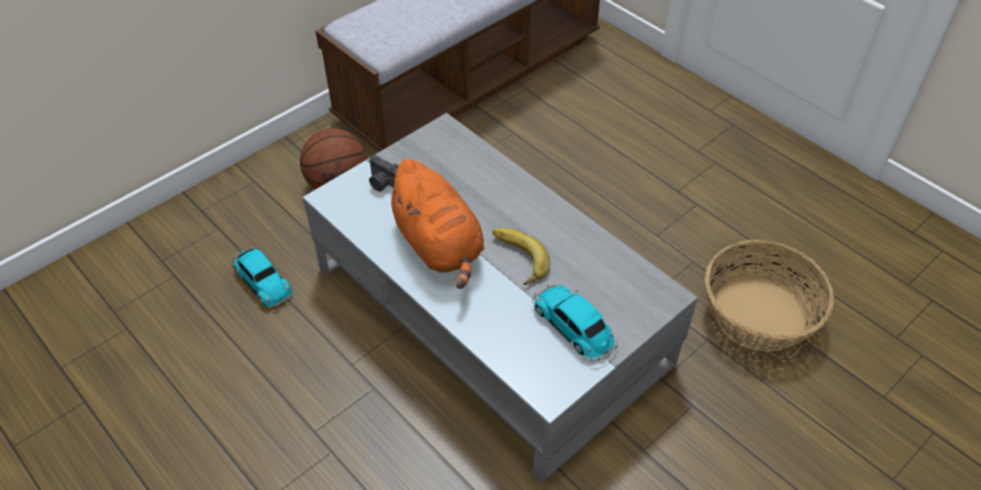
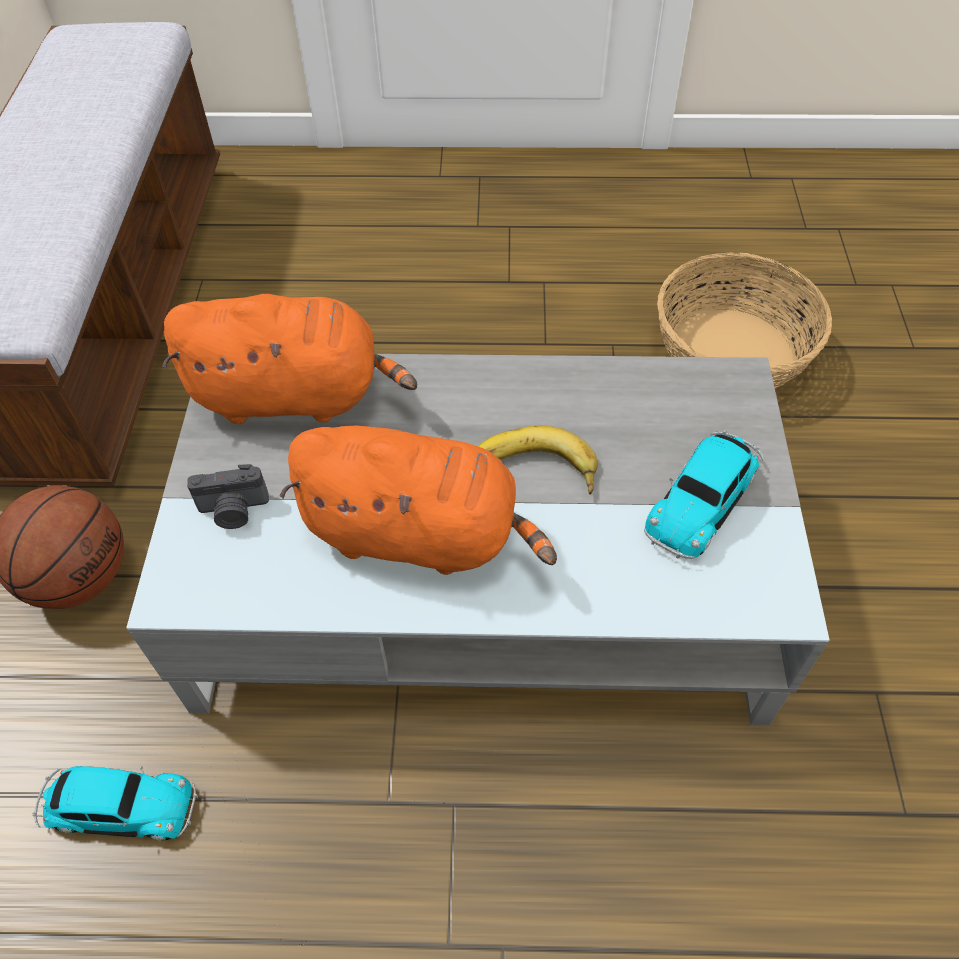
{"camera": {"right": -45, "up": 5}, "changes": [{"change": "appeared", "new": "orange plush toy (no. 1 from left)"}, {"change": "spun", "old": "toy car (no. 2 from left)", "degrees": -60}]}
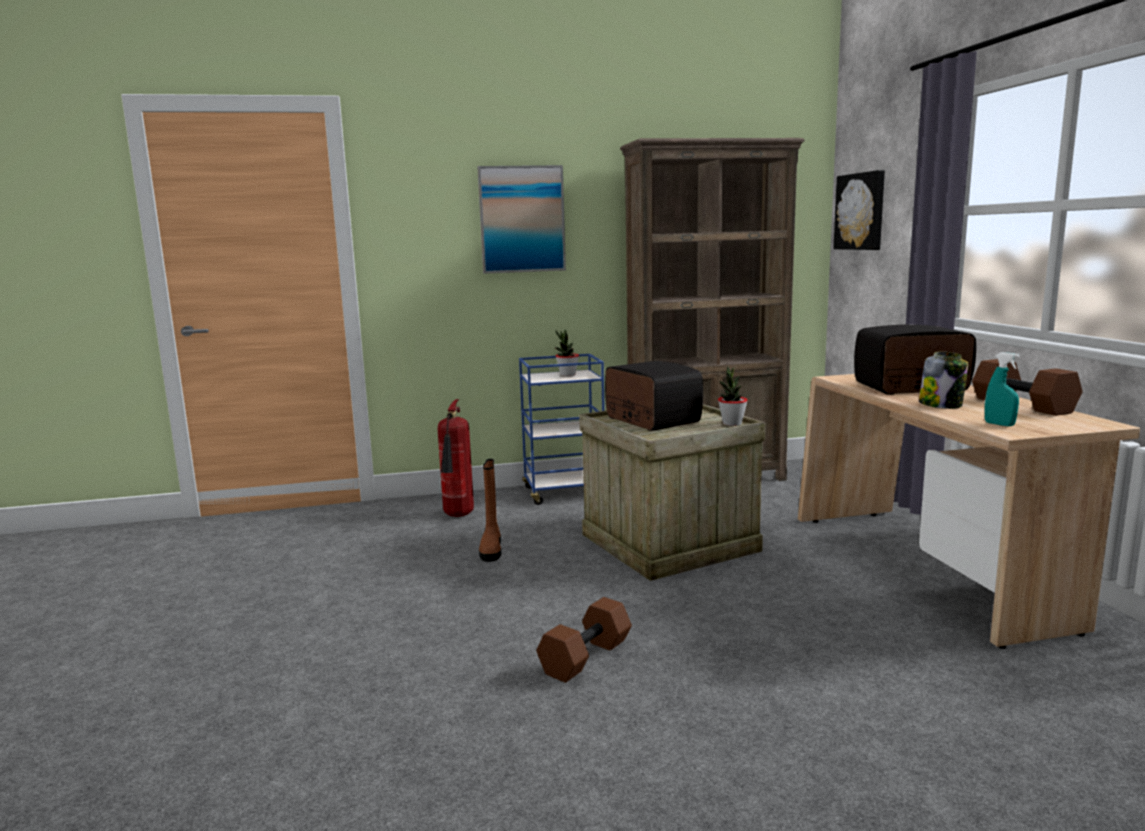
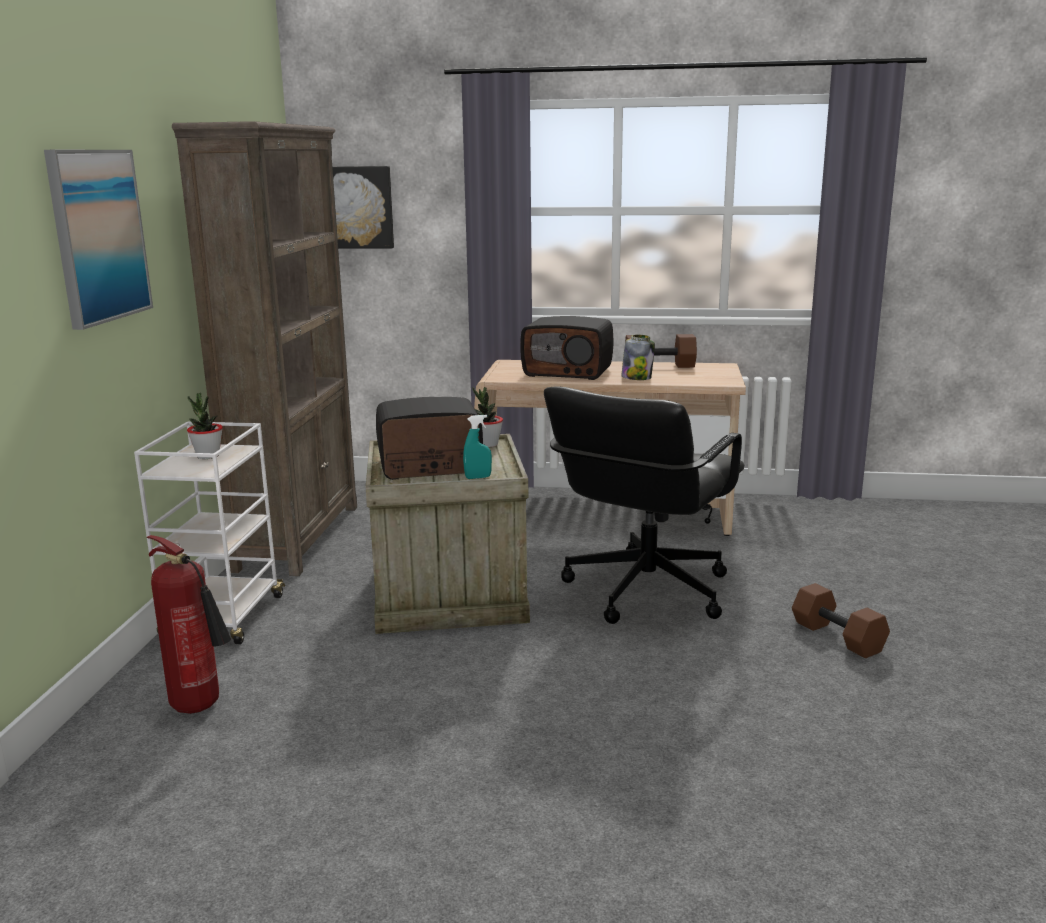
{"camera": {"right": -70, "up": 5}, "changes": [{"change": "colour", "old": "blue cart", "new": "white cart"}, {"change": "relocated", "old": "turquoise spray bottle"}, {"change": "spun", "old": "radio (no. 2 from left)", "degrees": -90}, {"change": "appeared", "new": "black office chair"}, {"change": "relocated", "old": "brown dumbbell (no. 1 from left in the first image)", "new": "brown dumbbell (no. 2 from left)"}, {"change": "missing", "old": "brown boot"}]}
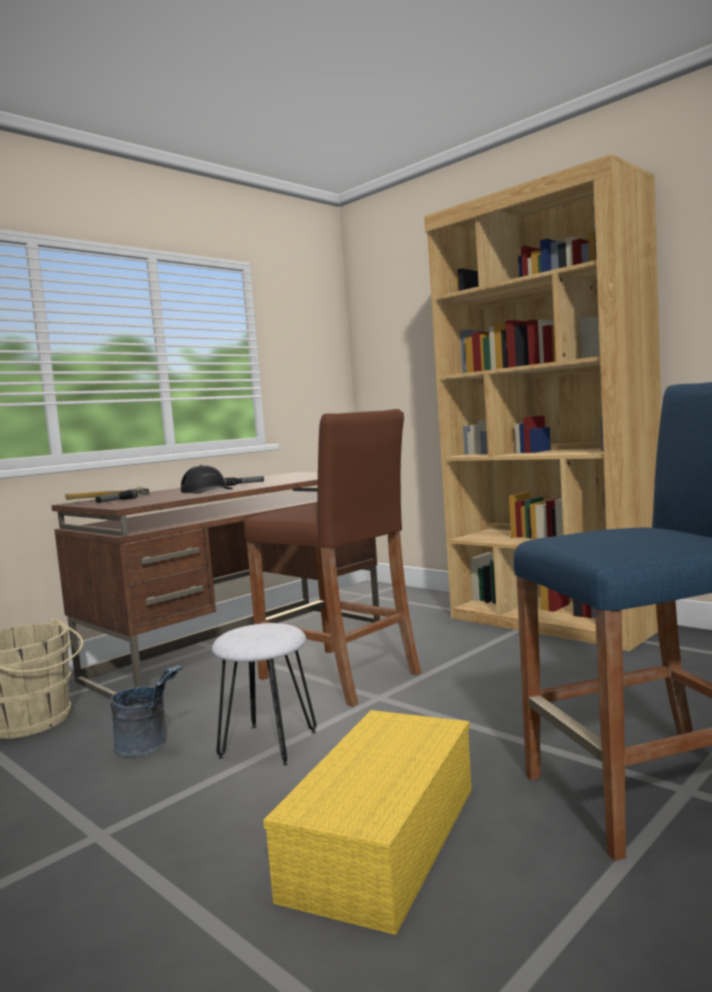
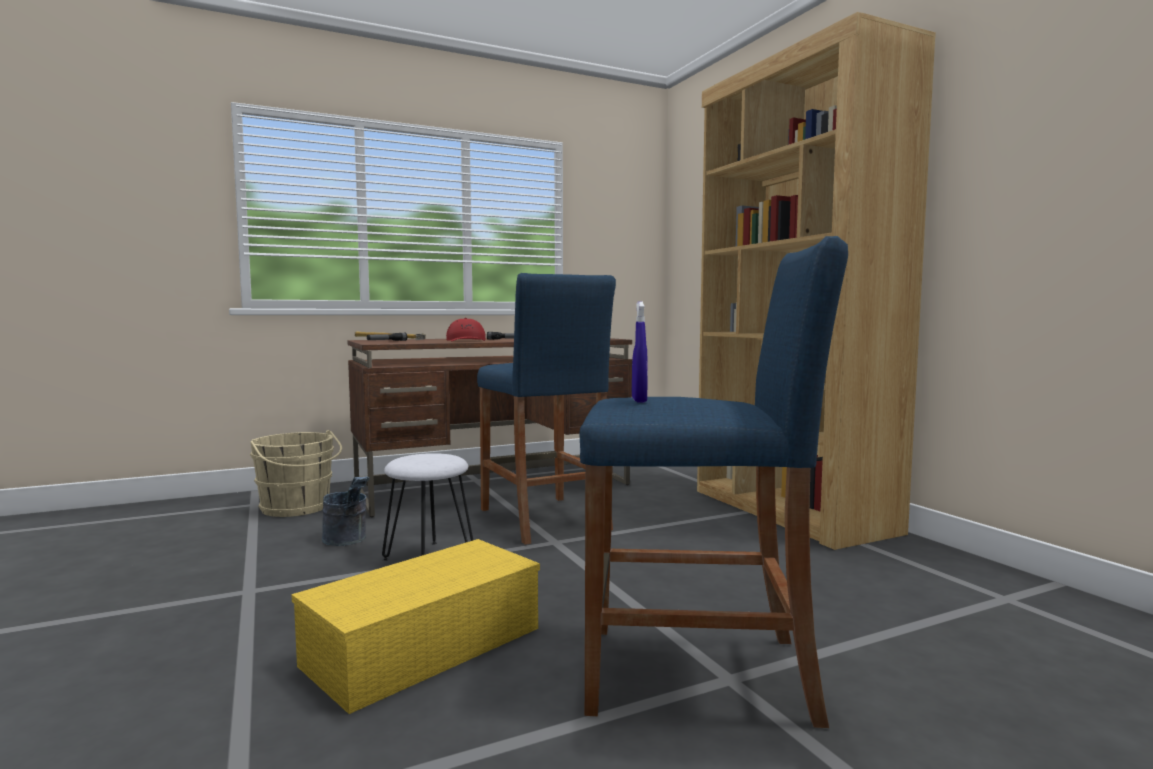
{"camera": {"right": 20, "up": 0}, "changes": [{"change": "colour", "old": "black cap", "new": "red cap"}, {"change": "colour", "old": "brown stool", "new": "blue stool (no. 1 from left)"}, {"change": "appeared", "new": "blue spray bottle"}]}
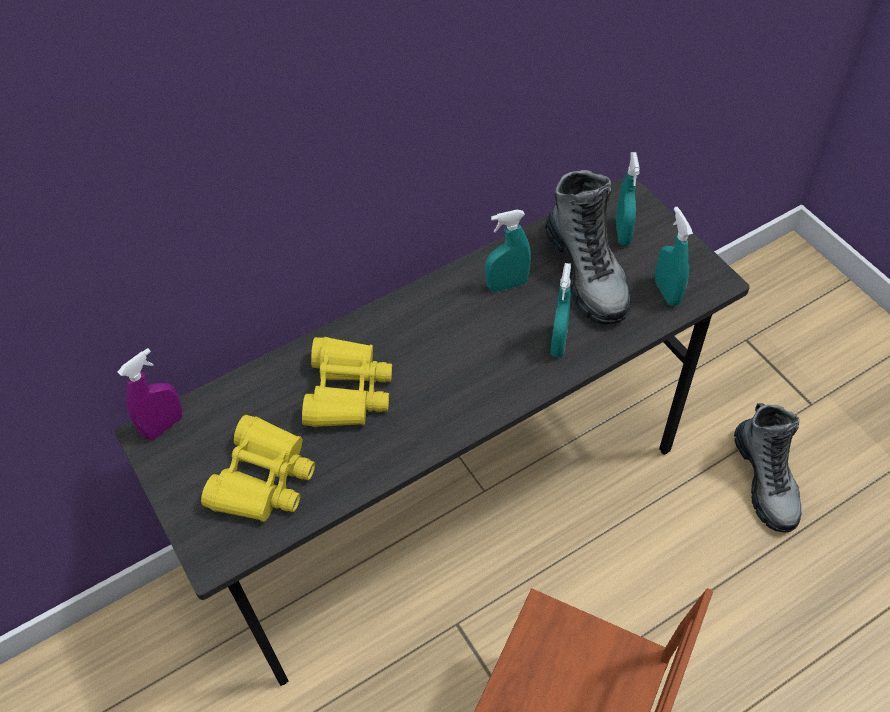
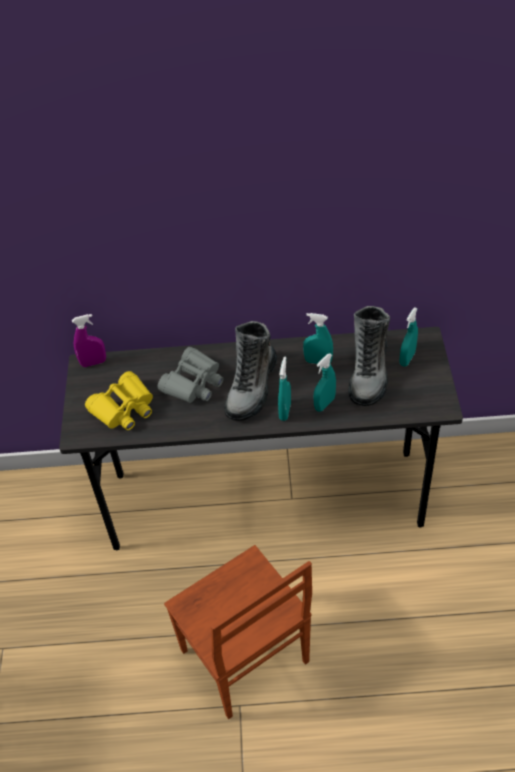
{"camera": {"right": 30, "up": -5}, "changes": [{"change": "colour", "old": "yellow binoculars (no. 2 from left)", "new": "grey binoculars"}, {"change": "relocated", "old": "boot (no. 2 from left in the first image)", "new": "boot (no. 1 from left)"}, {"change": "relocated", "old": "turquoise spray bottle (no. 4 from left in the first image)", "new": "turquoise spray bottle (no. 1 from left)"}]}
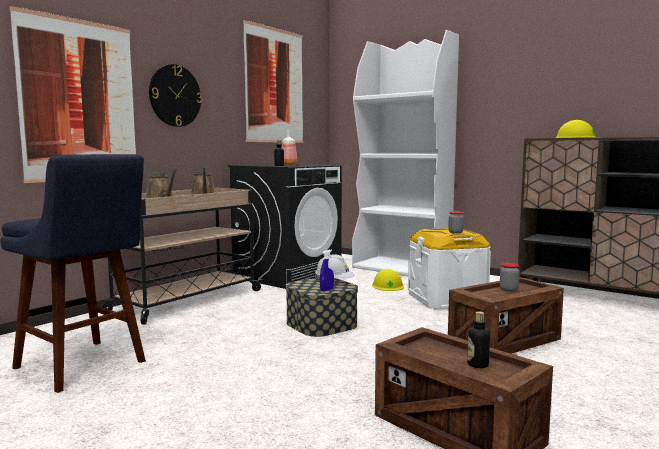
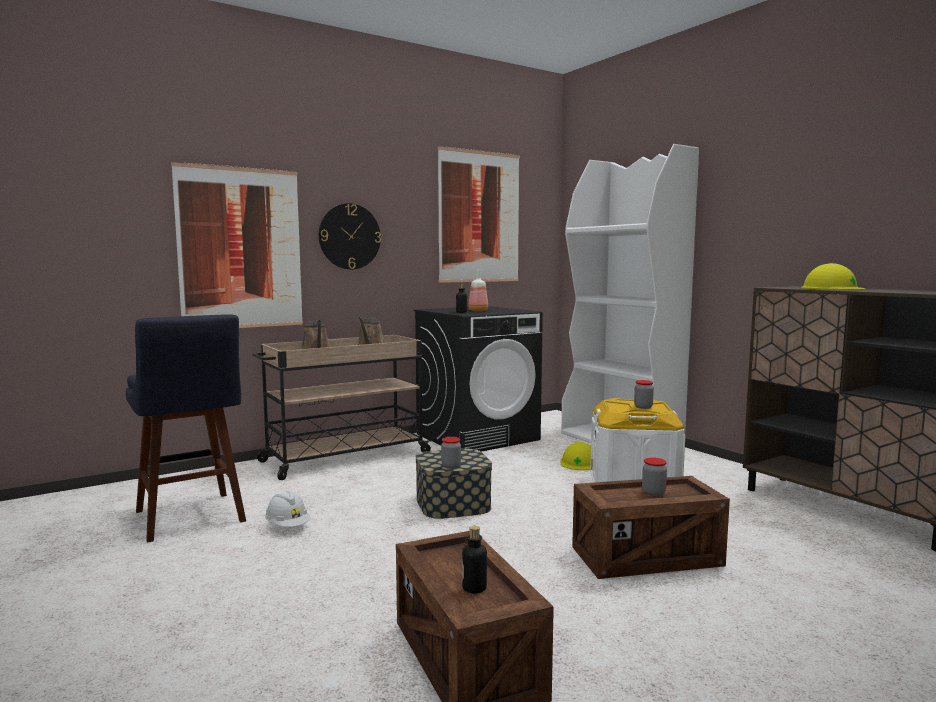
{"camera": {"right": 20, "up": 0}, "changes": [{"change": "relocated", "old": "white hard hat"}, {"change": "exchanged", "old": "blue spray bottle", "new": "jar (no. 1 from left)"}]}
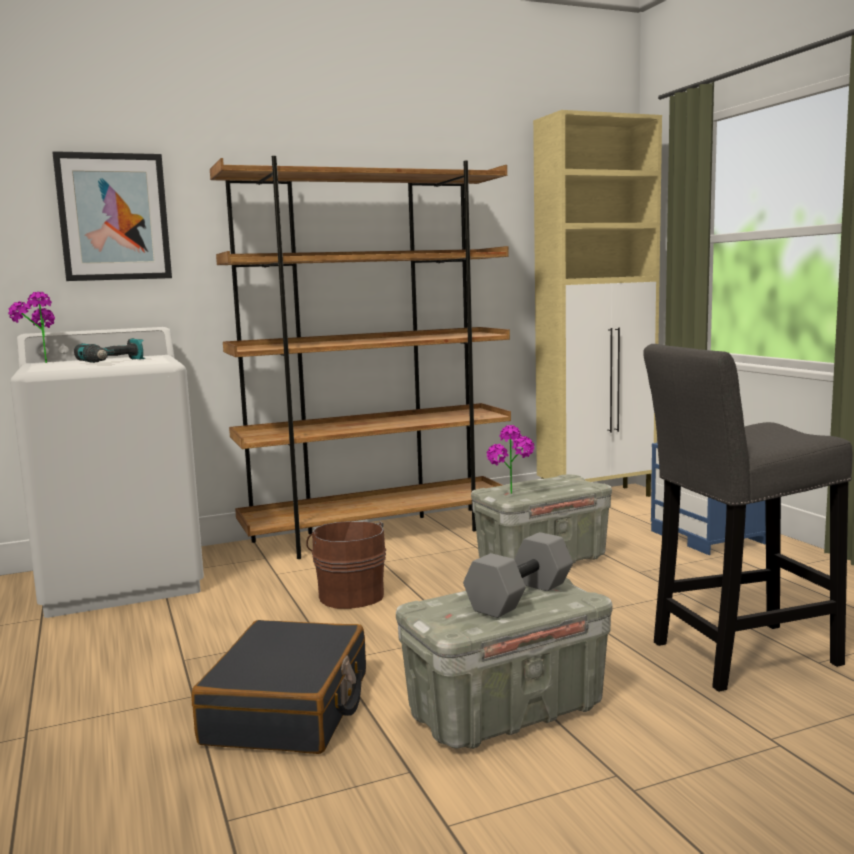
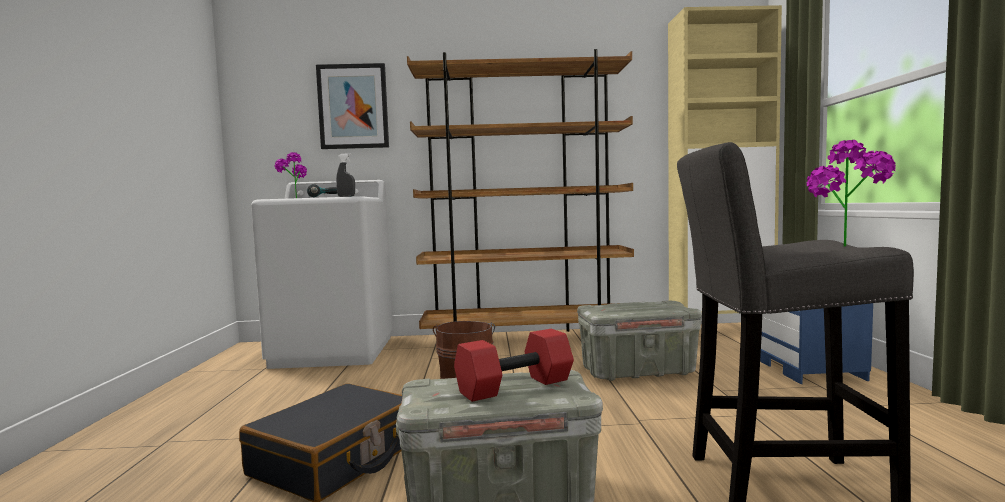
{"camera": {"right": 20, "up": -5}, "changes": [{"change": "appeared", "new": "grey spray bottle"}, {"change": "colour", "old": "grey dumbbell", "new": "red dumbbell"}, {"change": "relocated", "old": "potted plant (no. 2 from left)"}]}
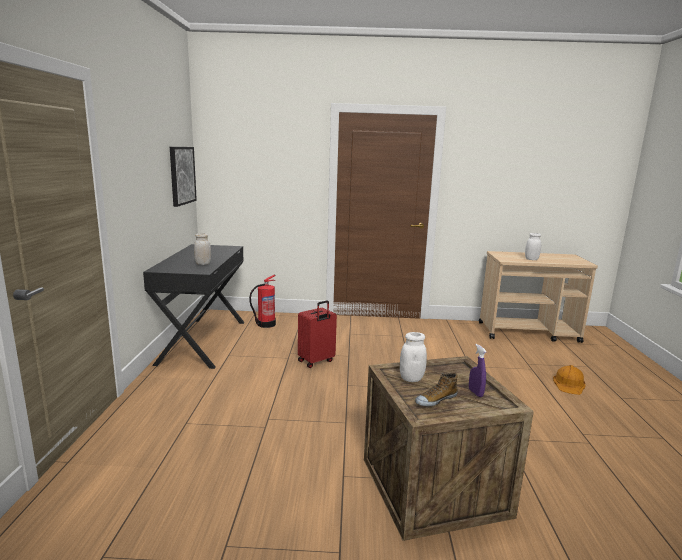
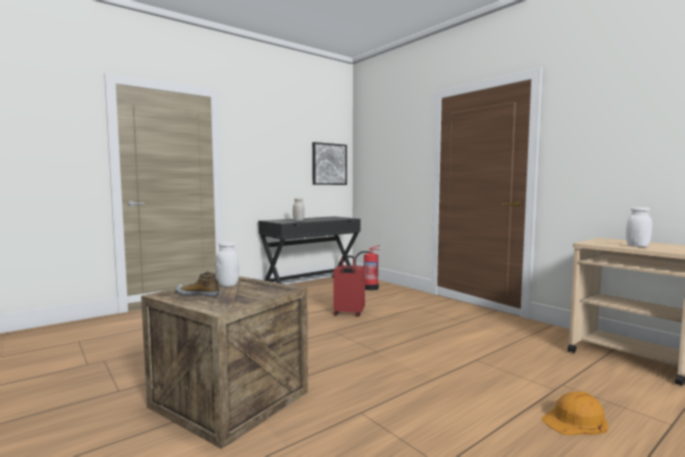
{"camera": {"right": 50, "up": -10}, "changes": [{"change": "missing", "old": "purple spray bottle"}]}
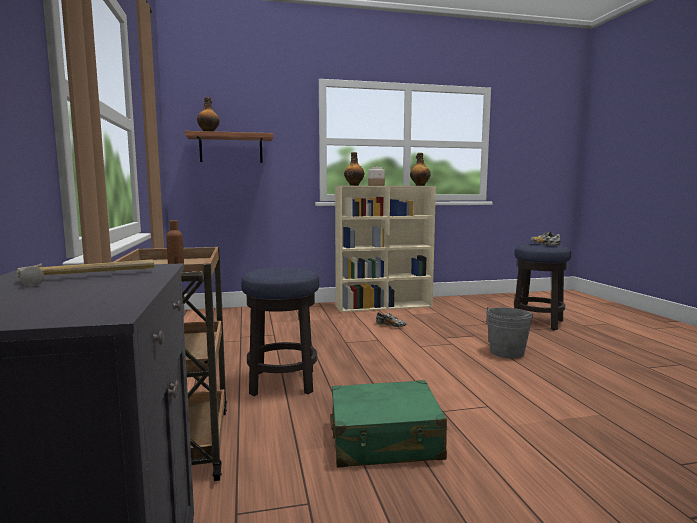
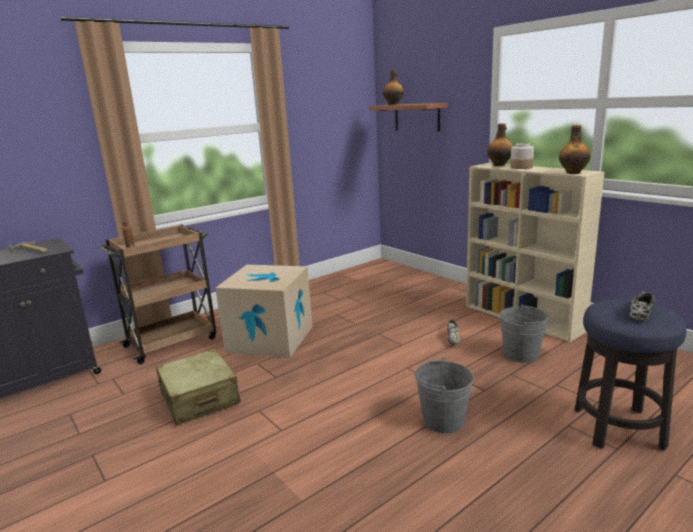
{"camera": {"right": 65, "up": 10}, "changes": [{"change": "colour", "old": "green suitcase", "new": "beige suitcase"}, {"change": "exchanged", "old": "stool (no. 1 from left)", "new": "cardboard box"}, {"change": "appeared", "new": "grey bucket (no. 2 from left)"}]}
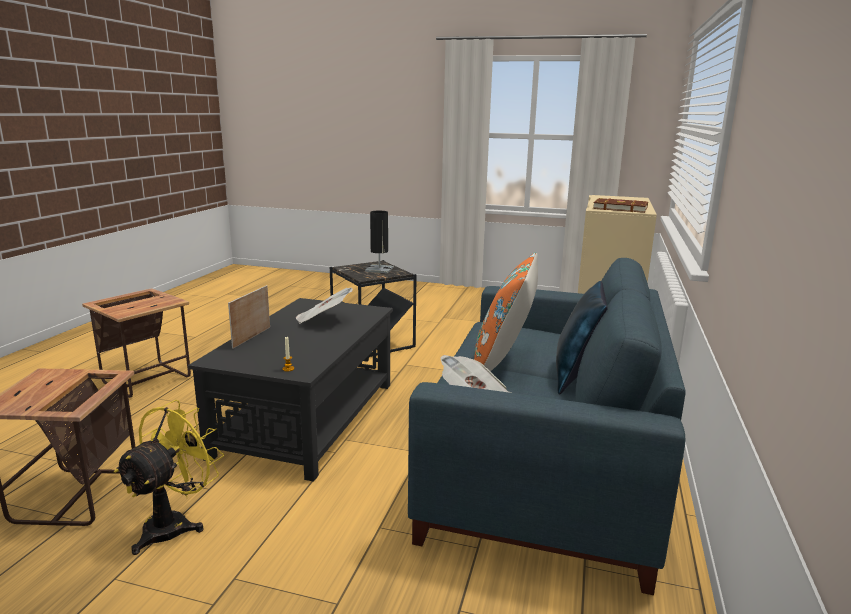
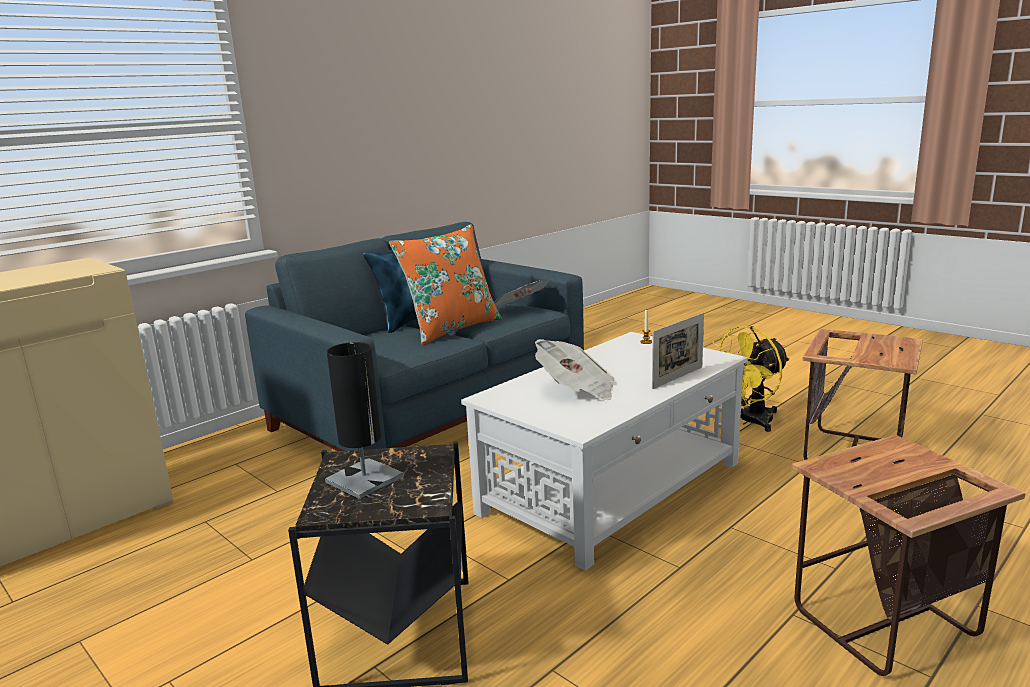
{"camera": {"right": -150, "up": 0}, "changes": [{"change": "colour", "old": "black coffee table", "new": "white coffee table"}, {"change": "missing", "old": "brown book"}]}
